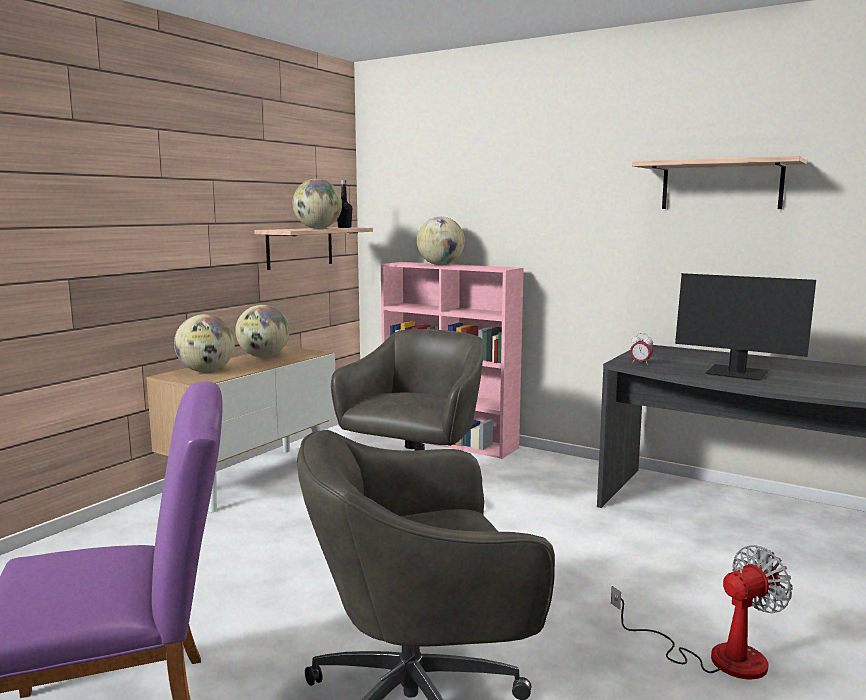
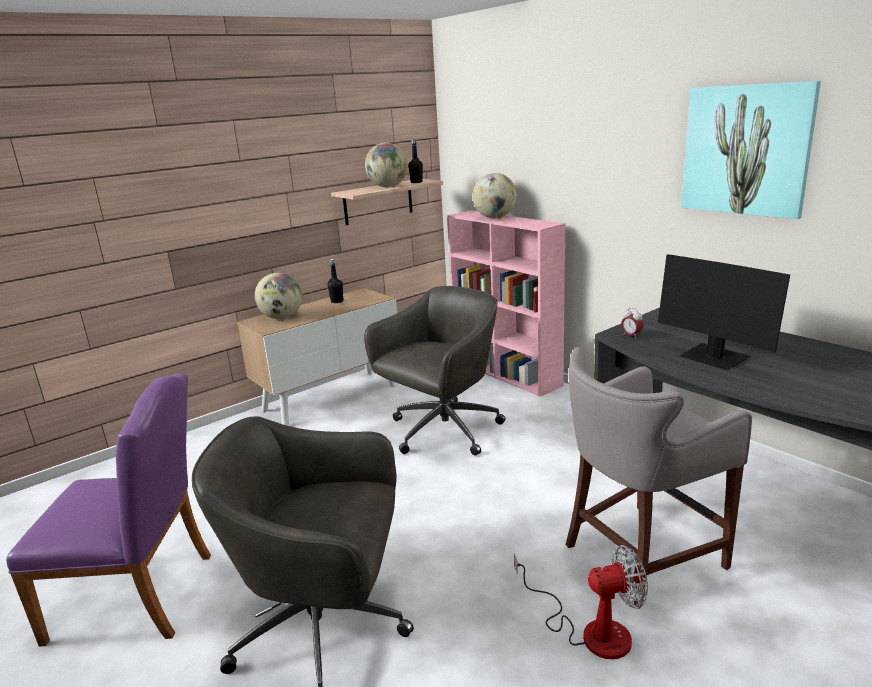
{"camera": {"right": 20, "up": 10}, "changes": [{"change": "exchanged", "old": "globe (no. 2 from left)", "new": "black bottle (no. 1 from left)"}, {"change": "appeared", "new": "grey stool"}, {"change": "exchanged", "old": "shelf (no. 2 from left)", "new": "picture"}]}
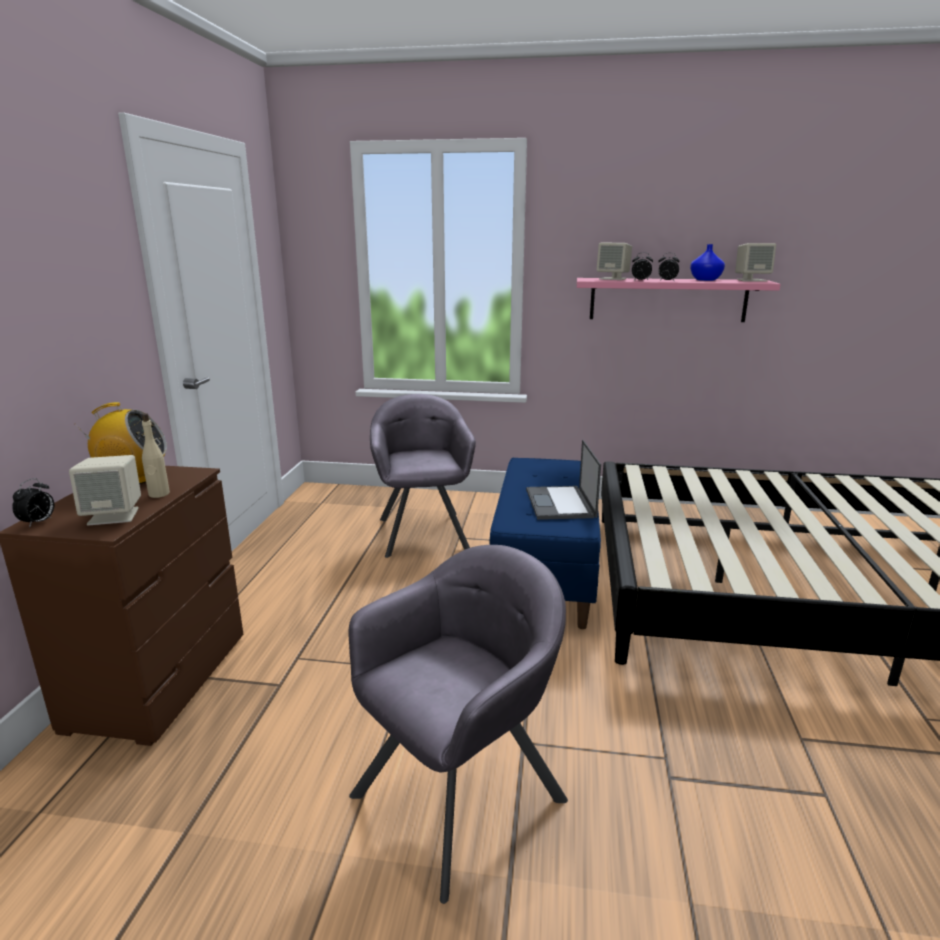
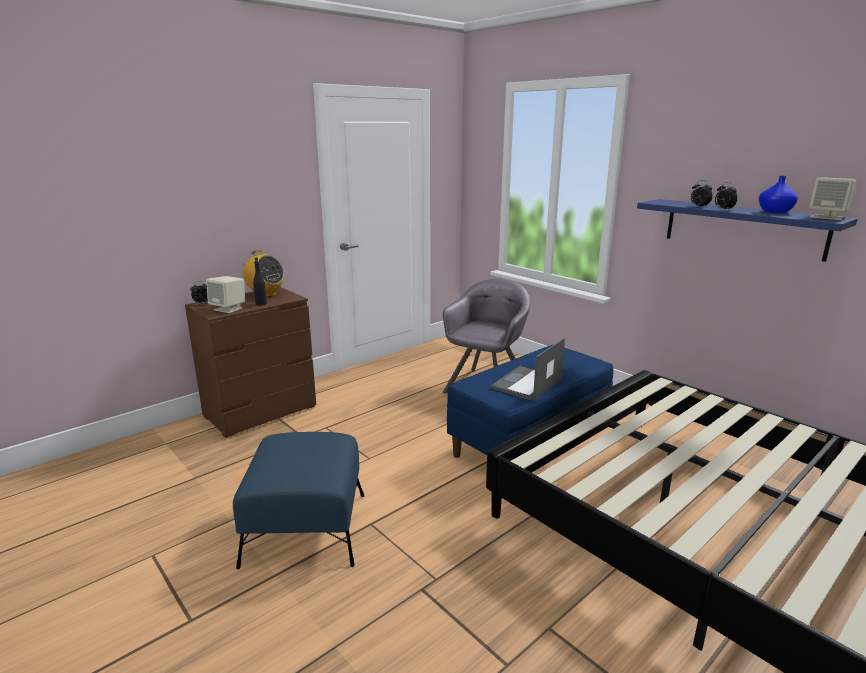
{"camera": {"right": 40, "up": 0}, "changes": [{"change": "exchanged", "old": "grey armchair (no. 2 from left)", "new": "blue ottoman"}, {"change": "colour", "old": "beige bottle", "new": "black bottle"}, {"change": "colour", "old": "pink shelf", "new": "blue shelf"}, {"change": "missing", "old": "beige speaker (no. 2 from left)"}]}
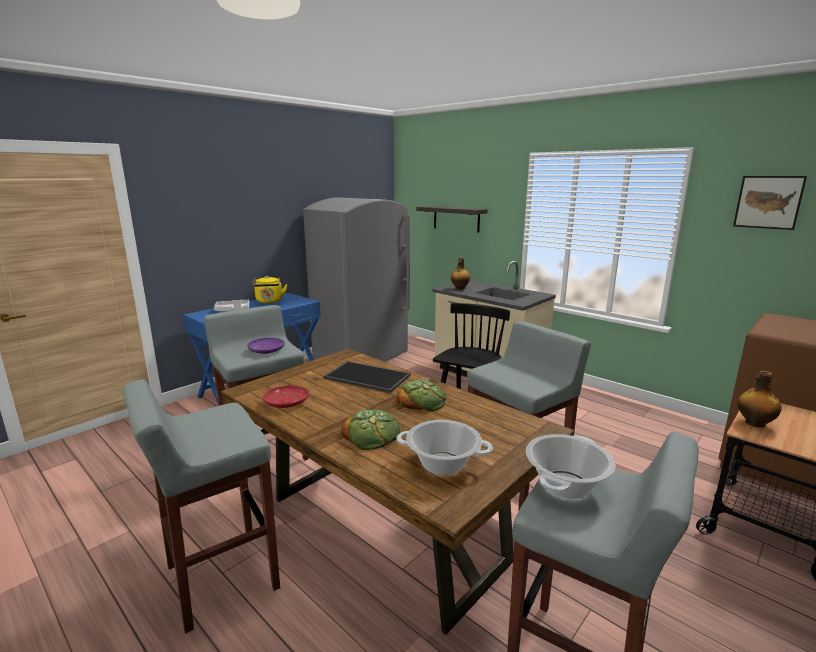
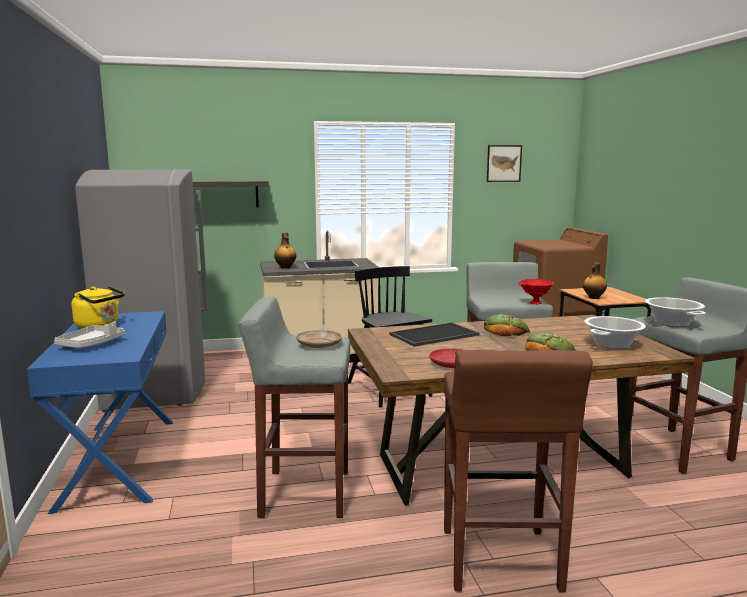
{"camera": {"right": -55, "up": -5}, "changes": [{"change": "colour", "old": "purple plate", "new": "beige plate"}, {"change": "colour", "old": "grey stool (no. 1 from left)", "new": "brown stool"}, {"change": "appeared", "new": "red bowl"}]}
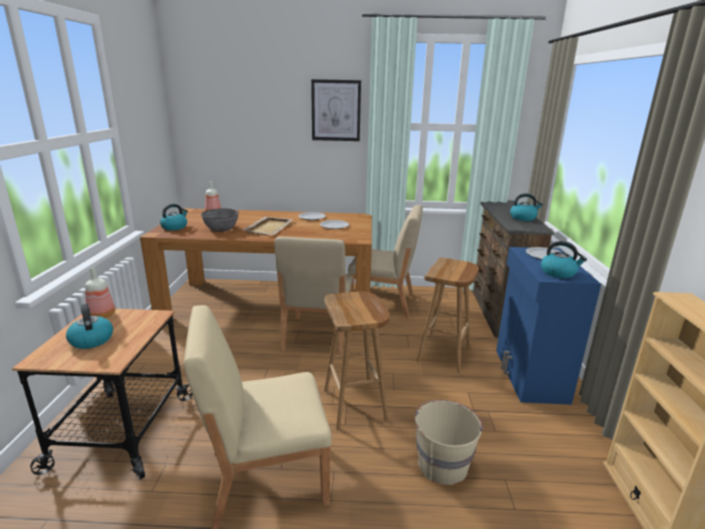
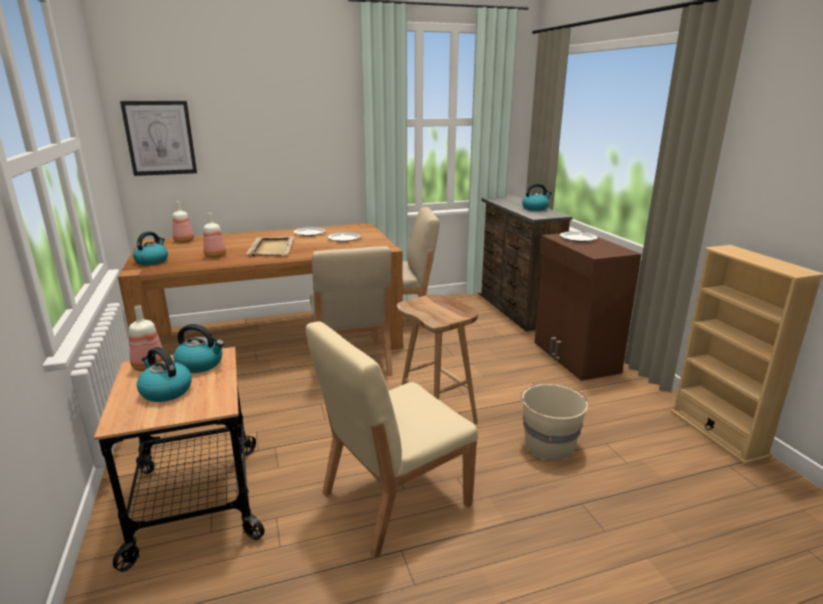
{"camera": {"right": -20, "up": 0}, "changes": [{"change": "relocated", "old": "picture"}, {"change": "relocated", "old": "kettle (no. 4 from left in the first image)", "new": "kettle (no. 3 from left)"}, {"change": "exchanged", "old": "grey bowl", "new": "bottle (no. 3 from left)"}, {"change": "colour", "old": "blue cabinet", "new": "brown cabinet"}, {"change": "missing", "old": "brown stool (no. 2 from left)"}]}
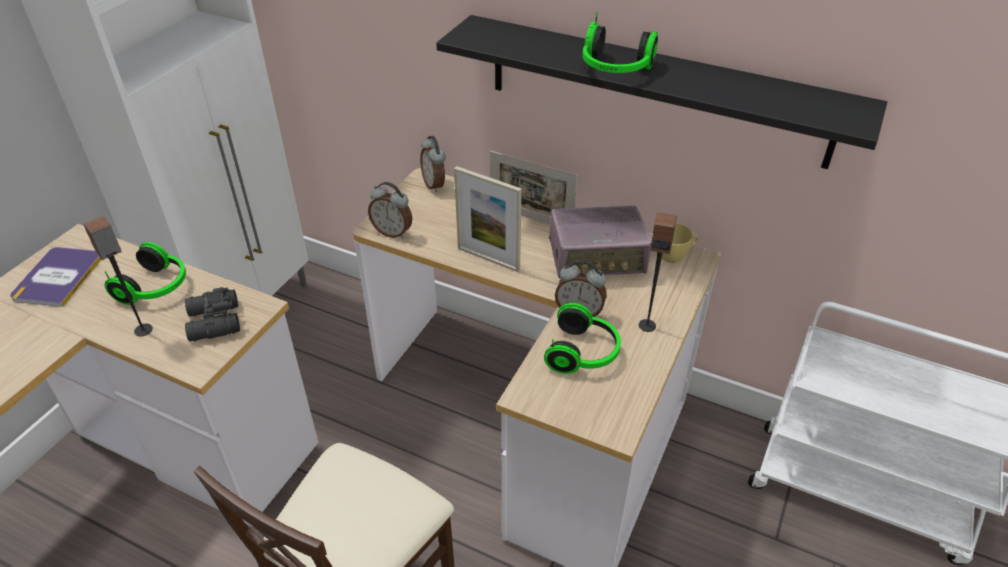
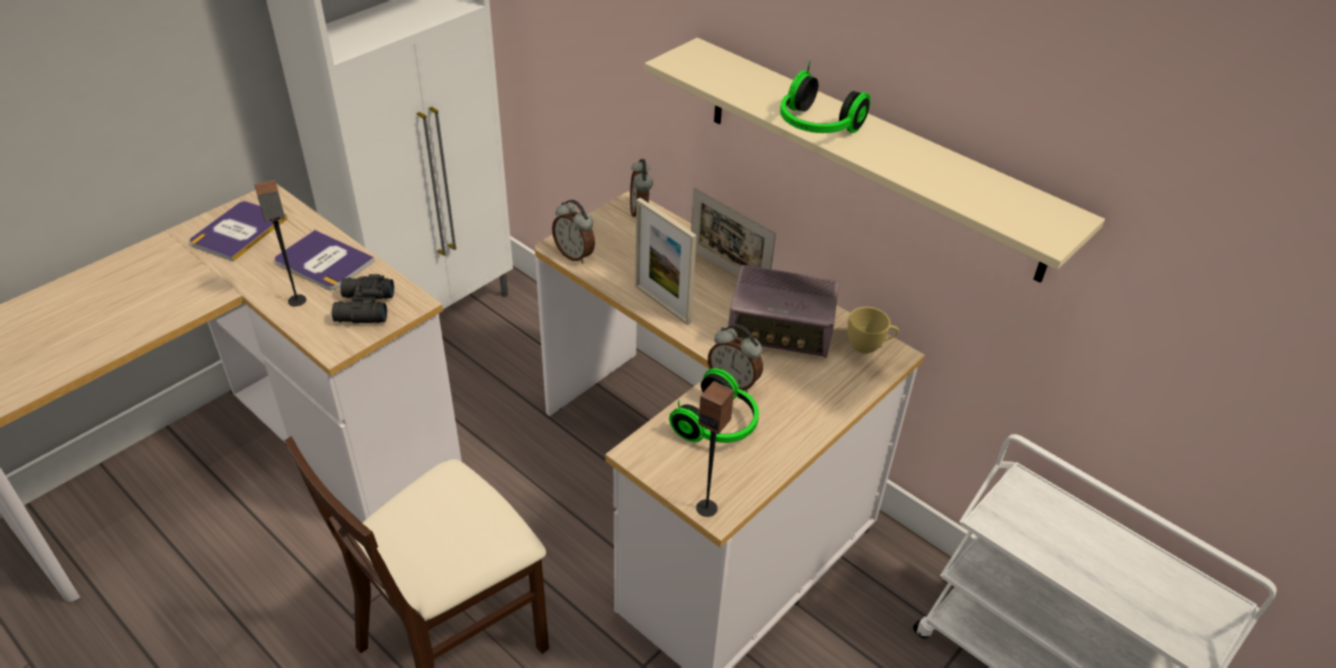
{"camera": {"right": 15, "up": 0}, "changes": [{"change": "exchanged", "old": "headphones (no. 1 from left)", "new": "book (no. 2 from left)"}, {"change": "colour", "old": "black shelf", "new": "beige shelf"}, {"change": "relocated", "old": "speaker (no. 2 from left)"}]}
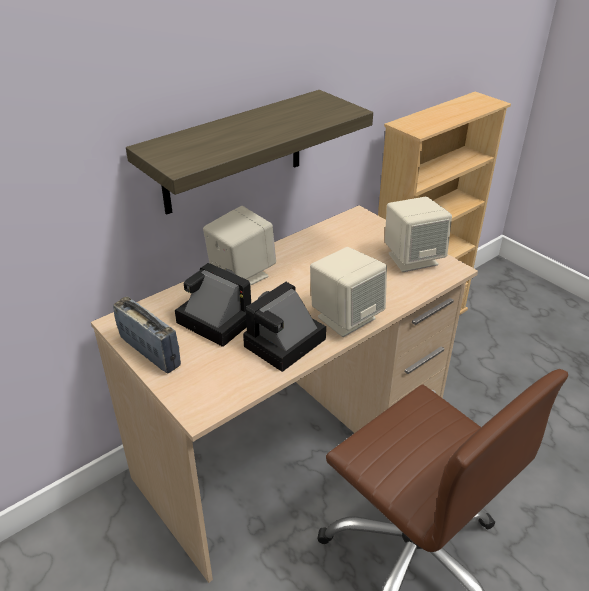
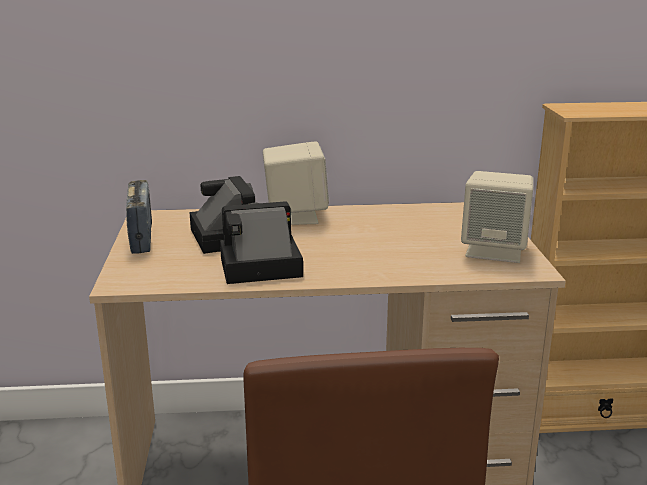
{"camera": {"right": 35, "up": -15}, "changes": [{"change": "missing", "old": "shelf"}, {"change": "missing", "old": "beige speaker (no. 2 from left)"}]}
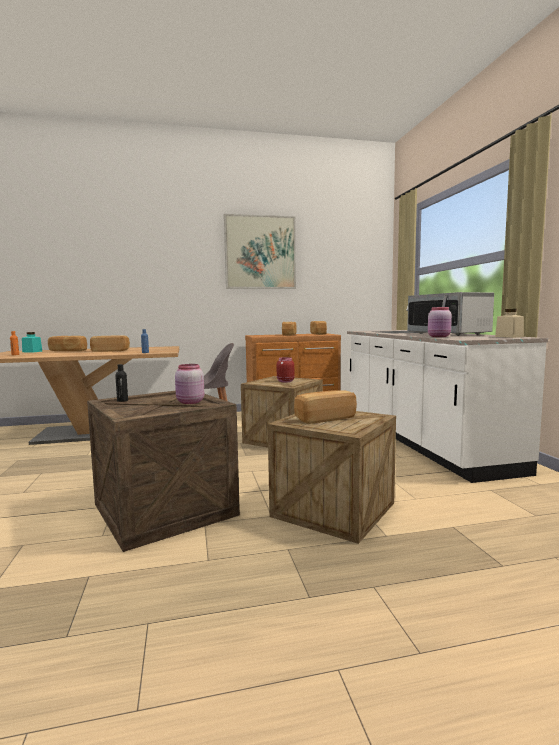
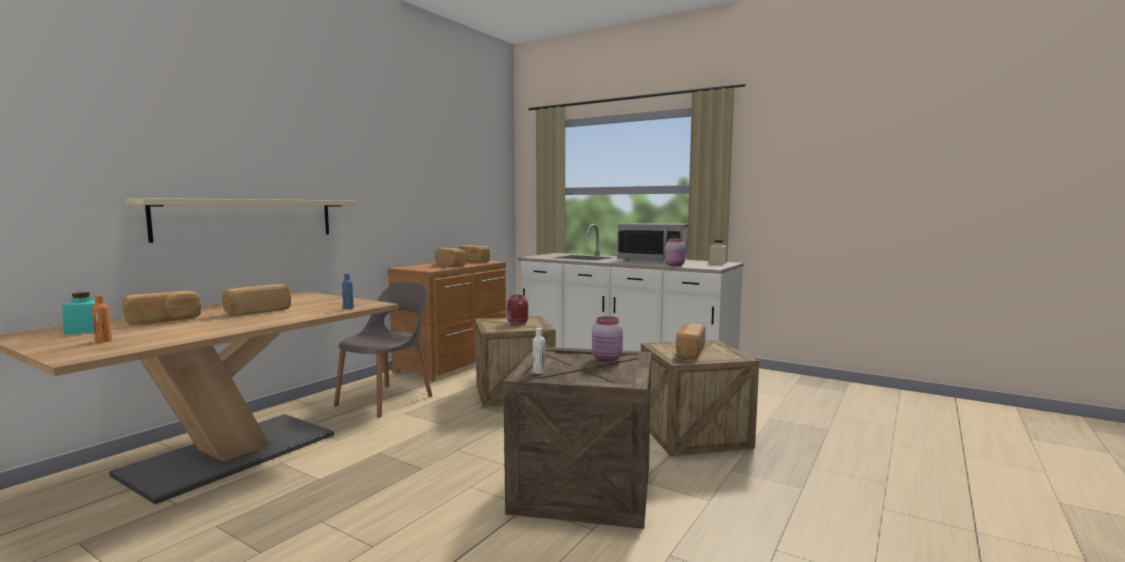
{"camera": {"right": -45, "up": 0}, "changes": [{"change": "appeared", "new": "beige shelf"}, {"change": "colour", "old": "black bottle", "new": "white bottle"}, {"change": "missing", "old": "picture"}]}
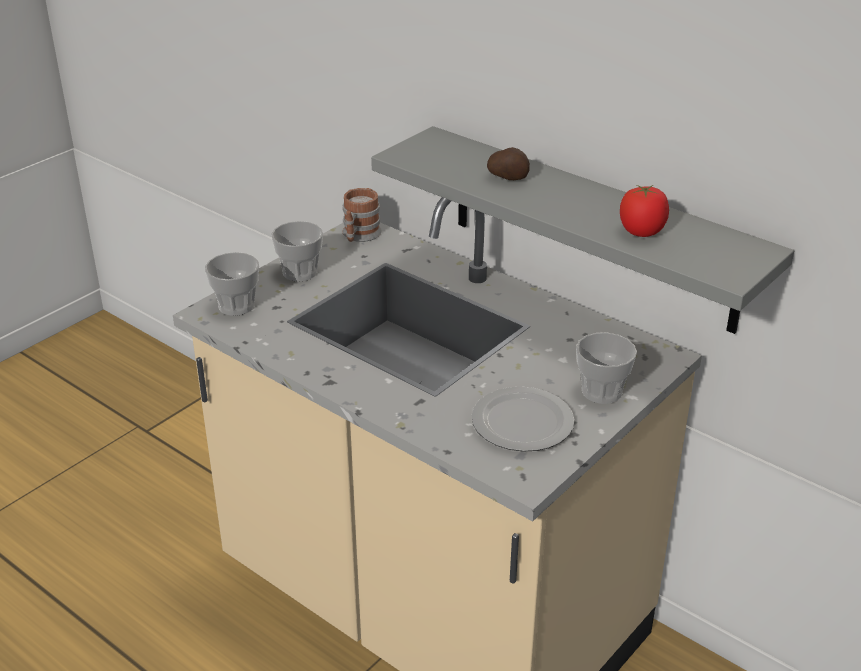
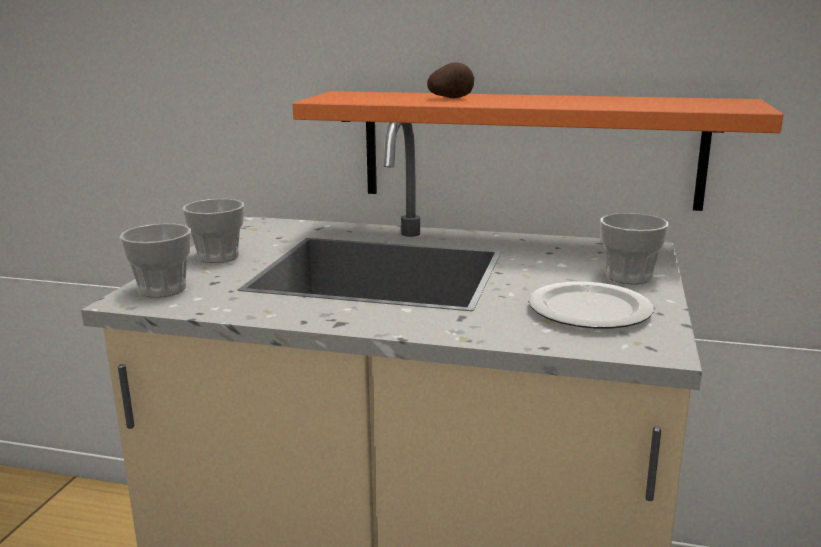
{"camera": {"right": -25, "up": -15}, "changes": [{"change": "colour", "old": "grey shelf", "new": "orange shelf"}, {"change": "missing", "old": "mug"}, {"change": "missing", "old": "tomato"}]}
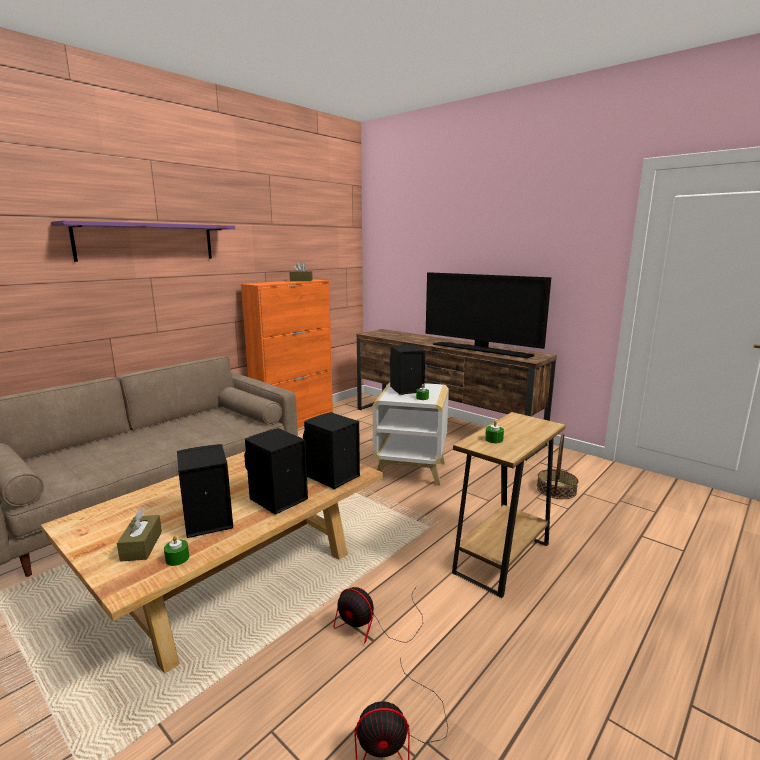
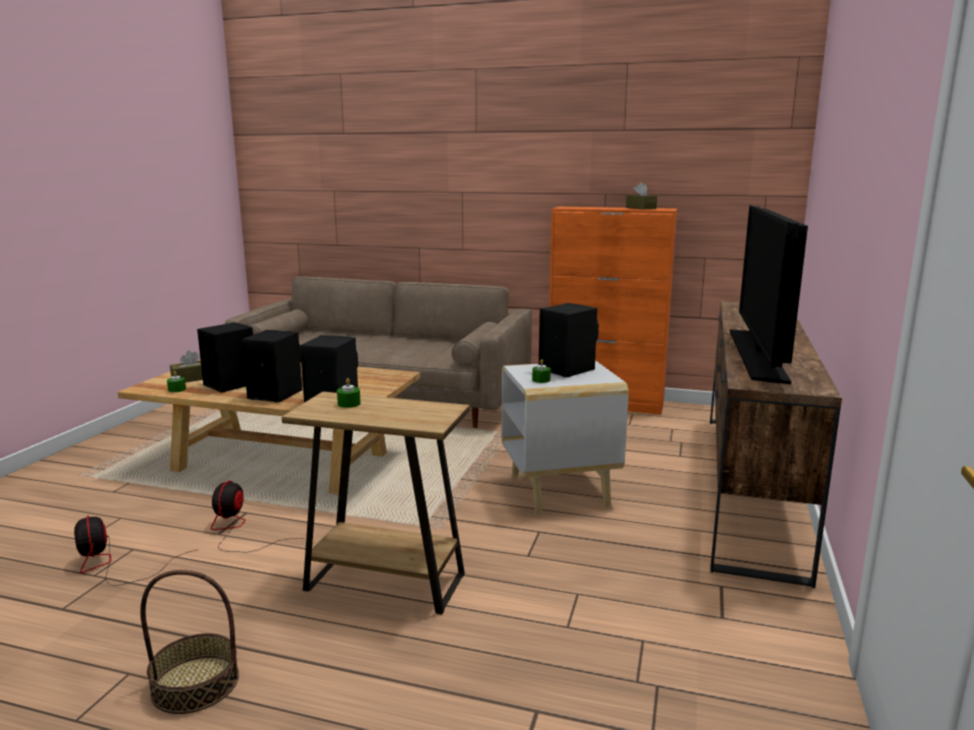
{"camera": {"right": 65, "up": 0}, "changes": [{"change": "relocated", "old": "basket"}, {"change": "missing", "old": "purple shelf"}]}
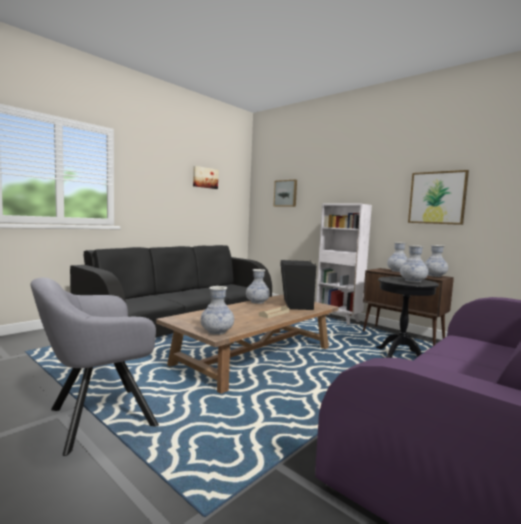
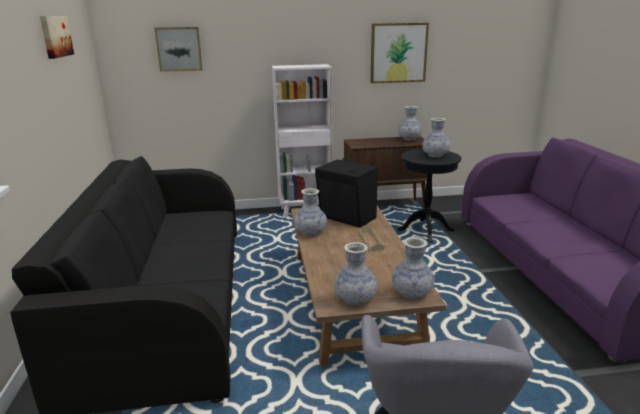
{"camera": {"right": -50, "up": 15}, "changes": [{"change": "relocated", "old": "vase (no. 3 from left in the first image)", "new": "vase (no. 2 from left)"}]}
